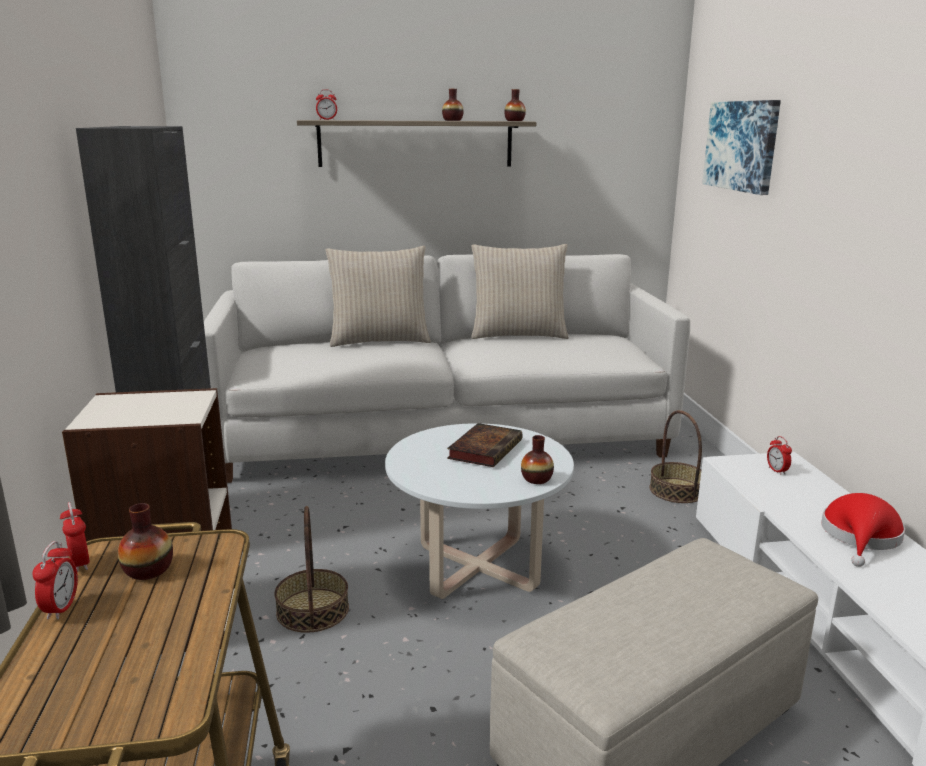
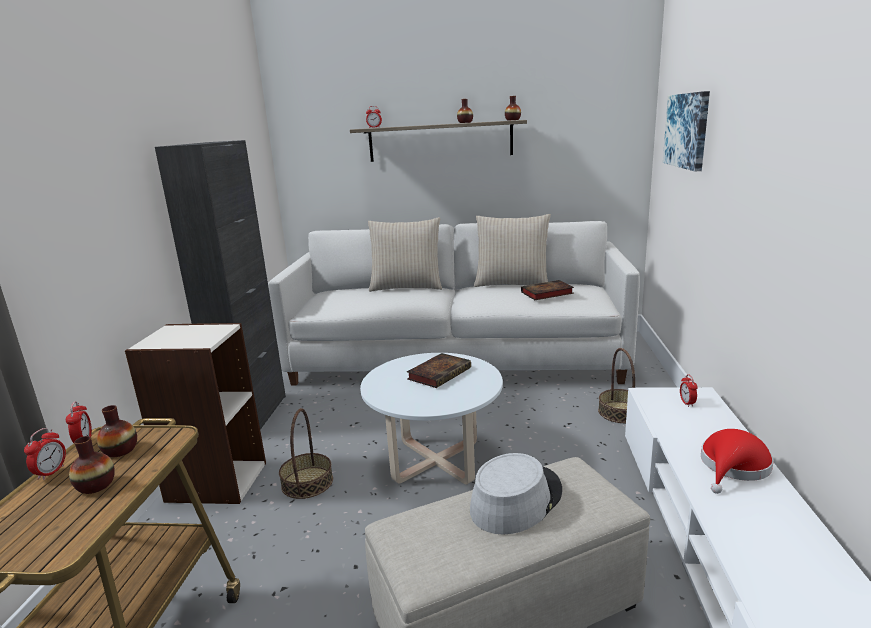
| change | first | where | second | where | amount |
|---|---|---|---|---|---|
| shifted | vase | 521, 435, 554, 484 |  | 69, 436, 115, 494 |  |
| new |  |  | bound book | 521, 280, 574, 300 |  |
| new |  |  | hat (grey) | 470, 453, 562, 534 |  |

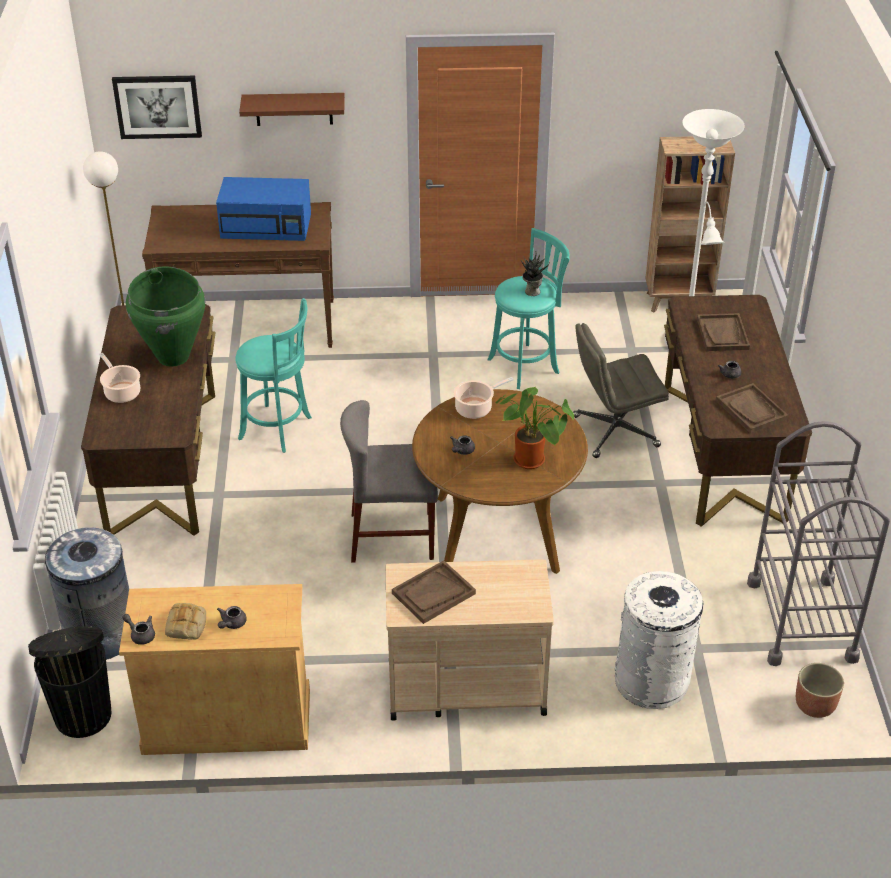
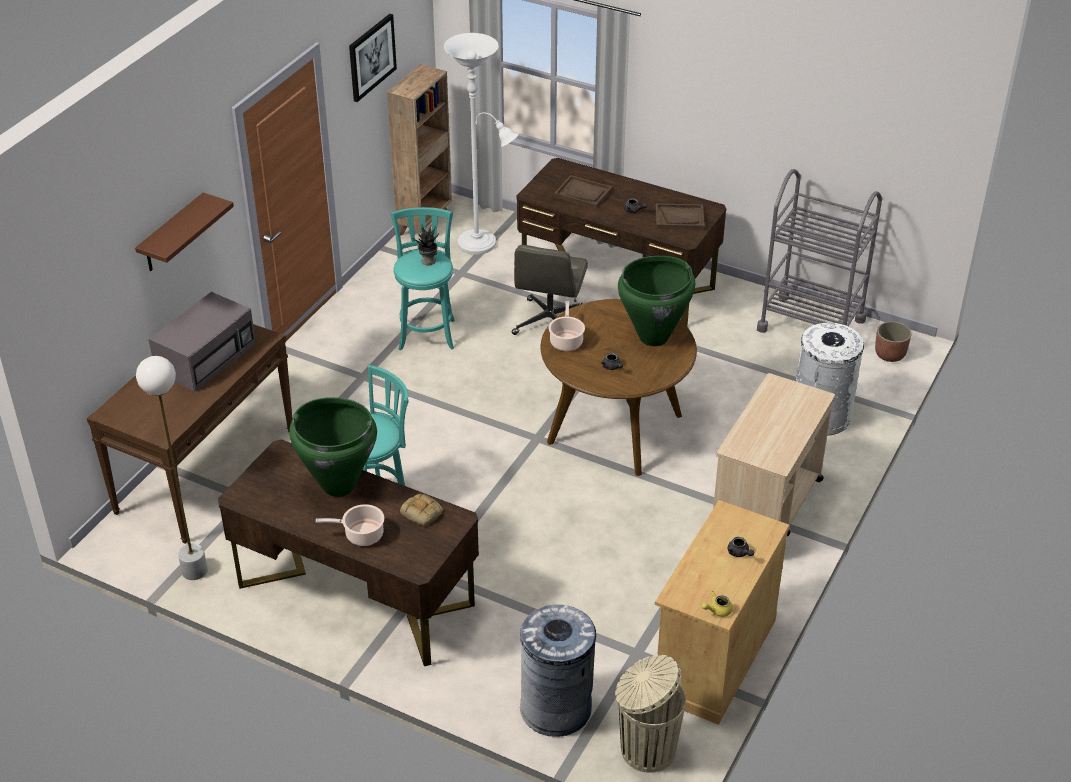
| change | first | where | second | where | amount |
|---|---|---|---|---|---|
| shifted | wall picture | 112, 76, 202, 139 |  | 349, 14, 397, 102 |  |
| repainted | kitchen microwave (blue) | 216, 177, 311, 241 | kitchen microwave (grey) | 149, 292, 256, 392 |  |
| swapped | houseplant | 496, 387, 574, 469 | vase (greenish) | 618, 256, 695, 346 |  |
| gone | upright chair (grey) | 340, 400, 438, 563 |  |  |  |
| gone | tray (brown) | 392, 560, 476, 624 |  |  |  |
| shifted | baked bread | 165, 603, 206, 640 |  | 400, 494, 443, 526 |  |
| repainted | teapot (grey) | 122, 614, 155, 645 | teapot (yellow-coloured) | 702, 591, 733, 617 |  |
| repainted | trash can (black) | 28, 626, 111, 738 | trash can (beige-coloured) | 615, 655, 686, 773 |  |

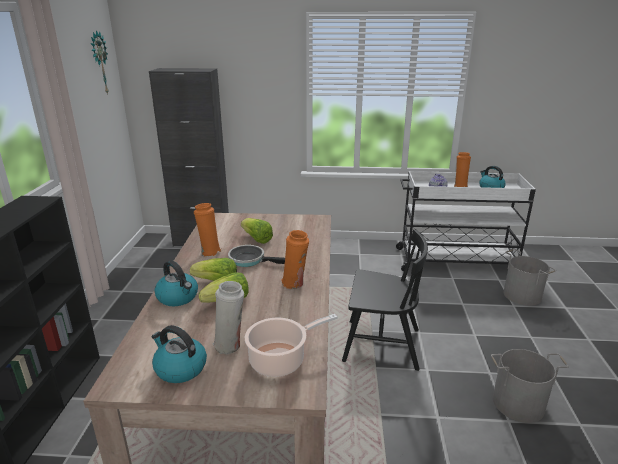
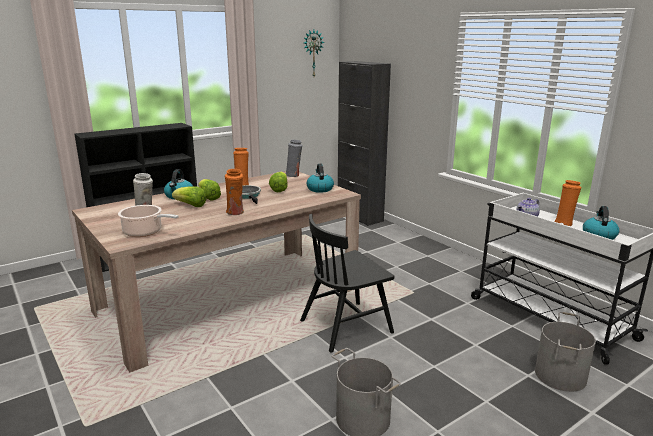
| change | first | where | second | where | amount |
|---|---|---|---|---|---|
| rotated | upright chair (black) | 342, 229, 428, 371 |  | 300, 214, 394, 352 | 90 degrees clockwise |
| shifted | water kettle | 152, 325, 207, 383 |  | 307, 164, 334, 193 |  |
| new |  |  | vase (grey) | 285, 140, 302, 177 |  |

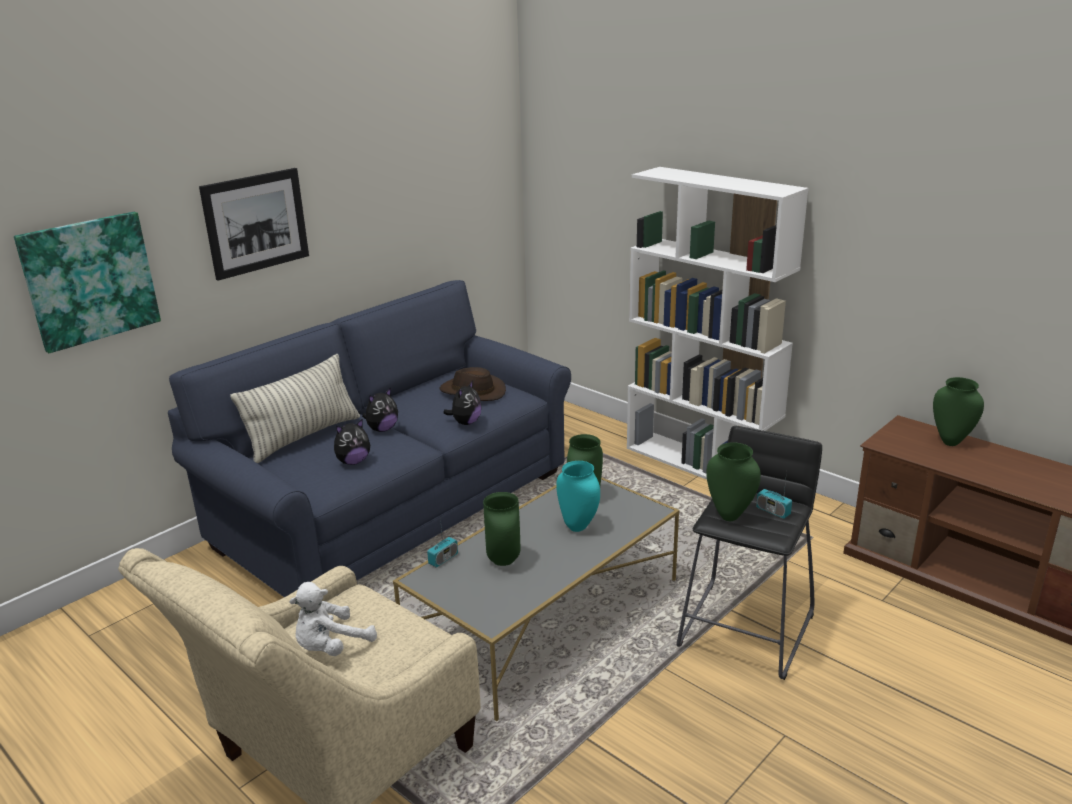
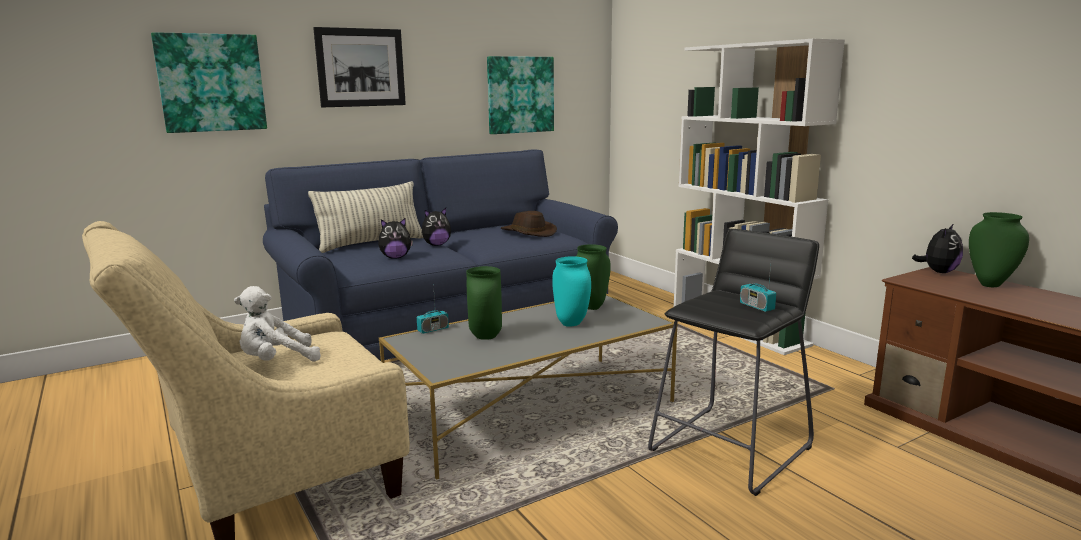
| change | first | where | second | where | amount |
|---|---|---|---|---|---|
| shifted | plush toy | 443, 380, 482, 425 |  | 912, 223, 963, 273 |  |
| gone | vase (greenish) | 706, 442, 761, 521 |  |  |  |
| new |  |  | wall picture | 487, 56, 554, 134 |  |

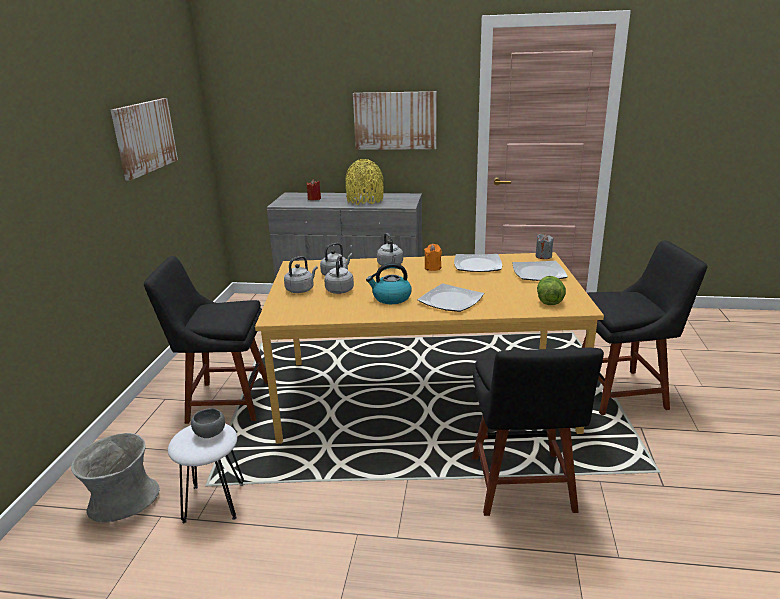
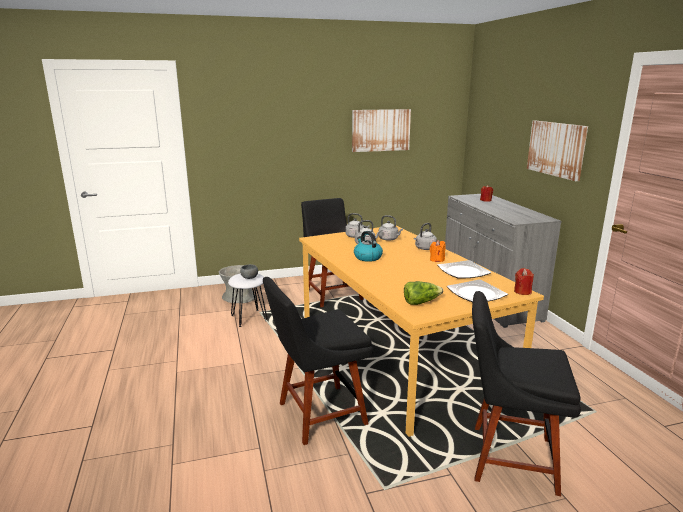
| change | first | where | second | where | amount |
|---|---|---|---|---|---|
| gone | vase (yellow-coloured) | 345, 159, 384, 205 |  |  |  |
| repainted | wax candle (grey) | 536, 234, 554, 259 | wax candle (reddish) | 514, 268, 534, 295 |  |
| rotated | upright chair (black) | 582, 240, 707, 415 |  | 472, 291, 581, 496 | 135 degrees clockwise |
| gone | plate | 417, 284, 484, 312 |  |  |  |

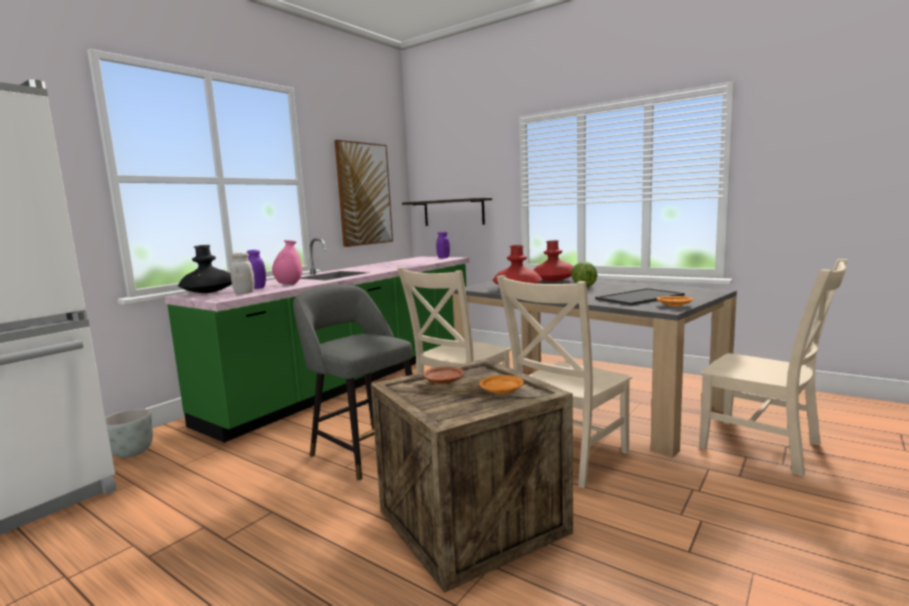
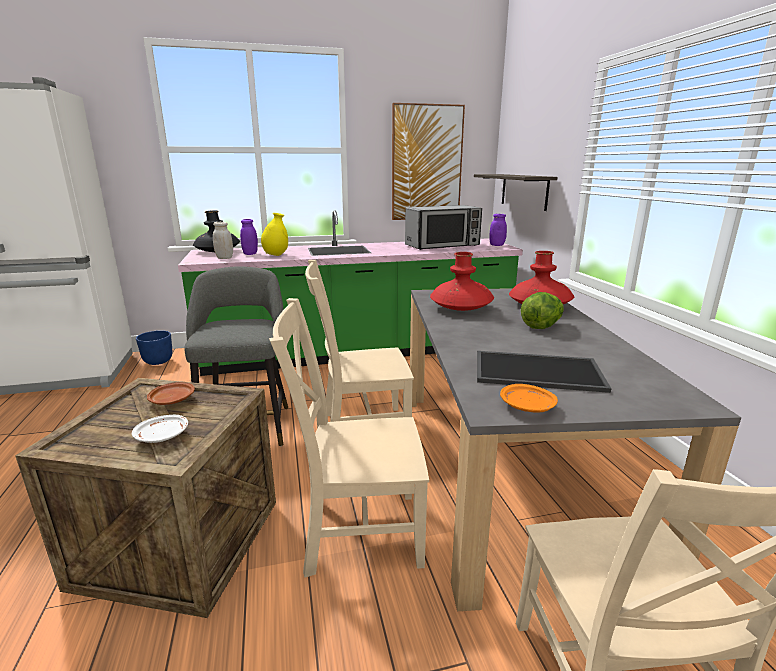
| change | first | where | second | where | amount |
|---|---|---|---|---|---|
| repainted | vase (pink) | 272, 240, 302, 285 | vase (yellow-coloured) | 261, 213, 288, 256 |  |
| repainted | plate (orange-coloured) | 479, 375, 524, 394 | plate (white-coloured) | 132, 415, 188, 443 |  |
| repainted | plant pot (grey) | 105, 409, 153, 458 | plant pot (blue) | 136, 330, 172, 365 |  |
| new |  |  | kitchen microwave | 405, 205, 482, 250 |  |

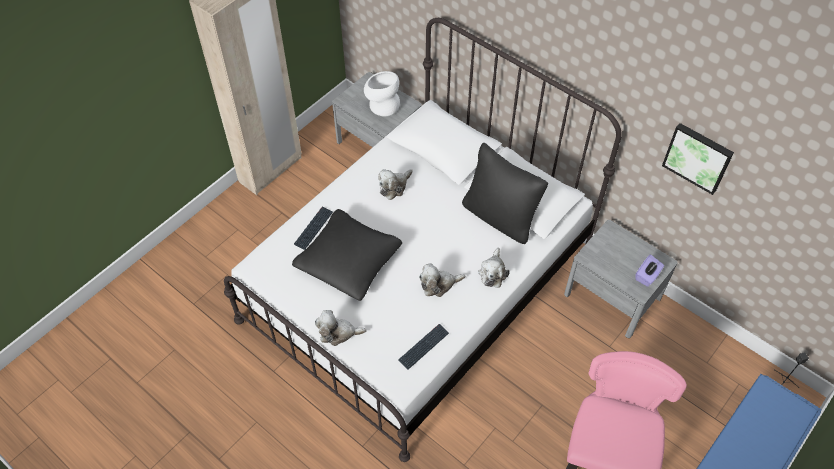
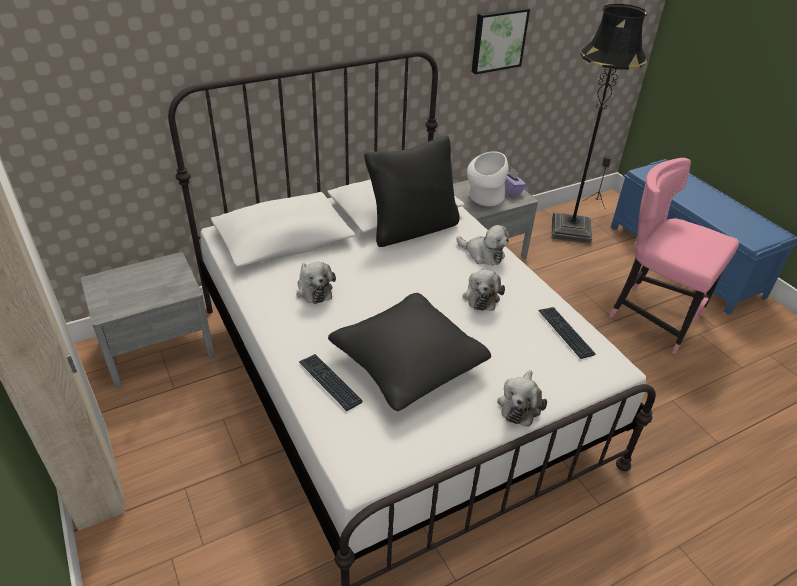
| change | first | where | second | where | amount |
|---|---|---|---|---|---|
| shifted | vase (white-coloured) | 364, 71, 400, 117 |  | 467, 151, 509, 206 |  |
| new |  |  | standing lamp (black) | 552, 4, 648, 244 |  |

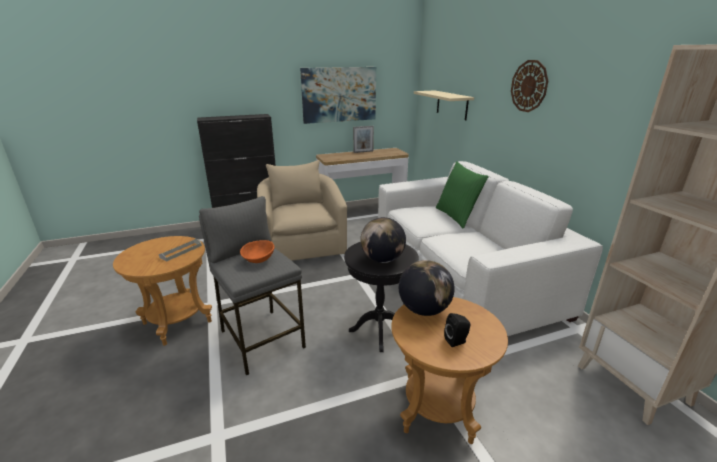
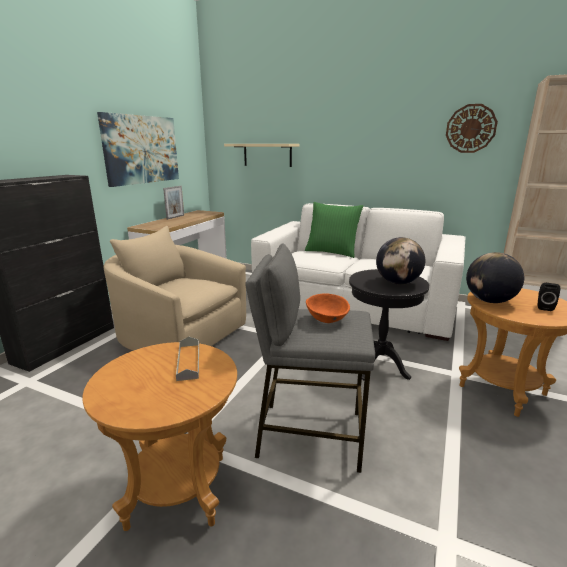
| change | first | where | second | where | amount |
|---|---|---|---|---|---|
| shifted | wall clock | 511, 60, 548, 112 |  | 446, 104, 498, 153 |  |

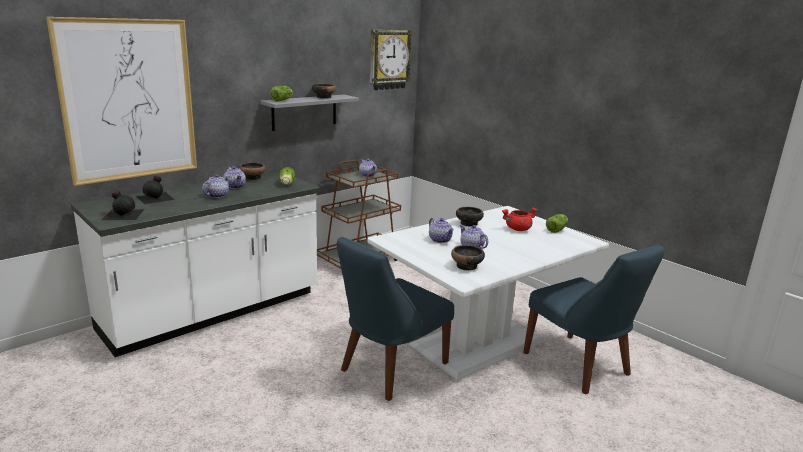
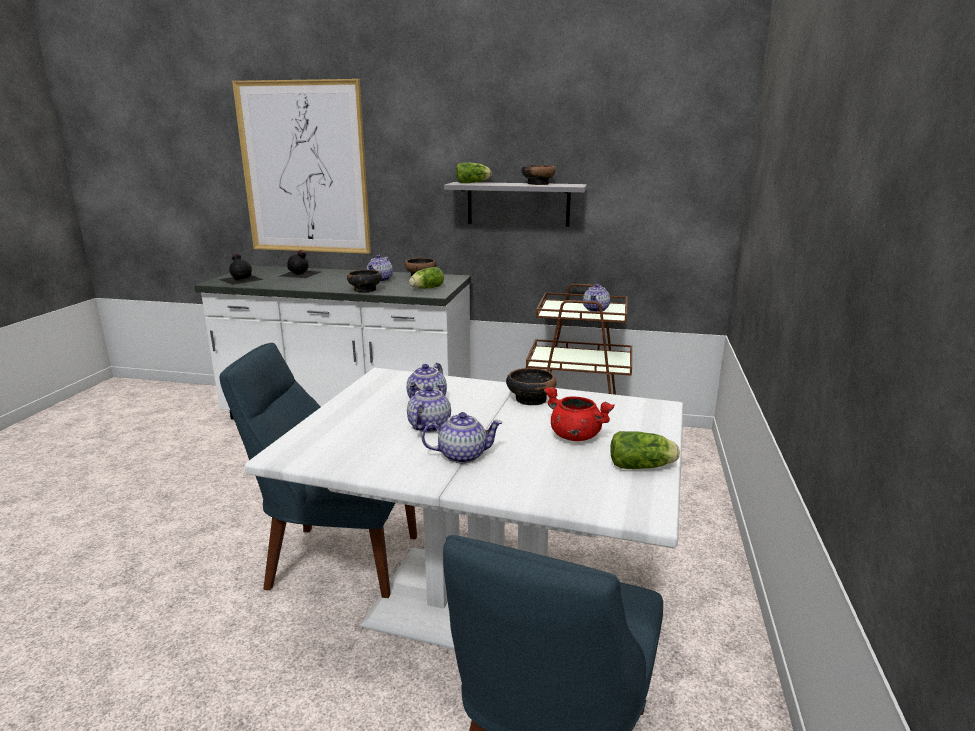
| change | first | where | second | where | amount |
|---|---|---|---|---|---|
| gone | wall clock | 370, 30, 413, 90 |  |  |  |
| shifted | teapot | 202, 174, 230, 198 |  | 422, 412, 503, 464 |  |
| shifted | bowl | 451, 245, 485, 270 |  | 347, 270, 382, 293 |  |

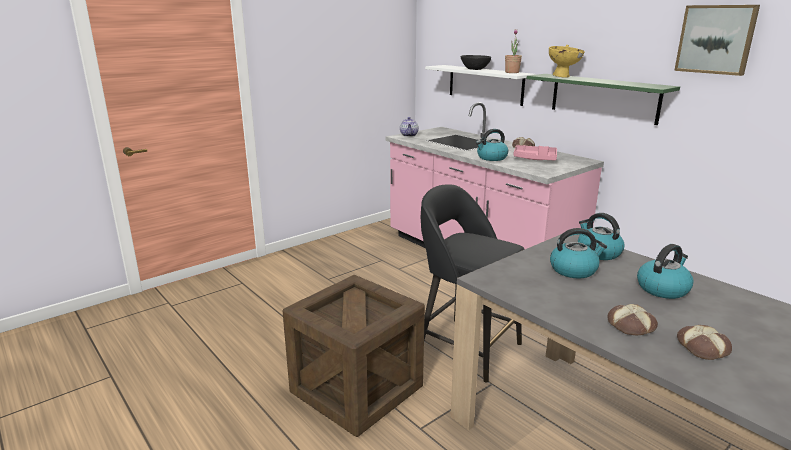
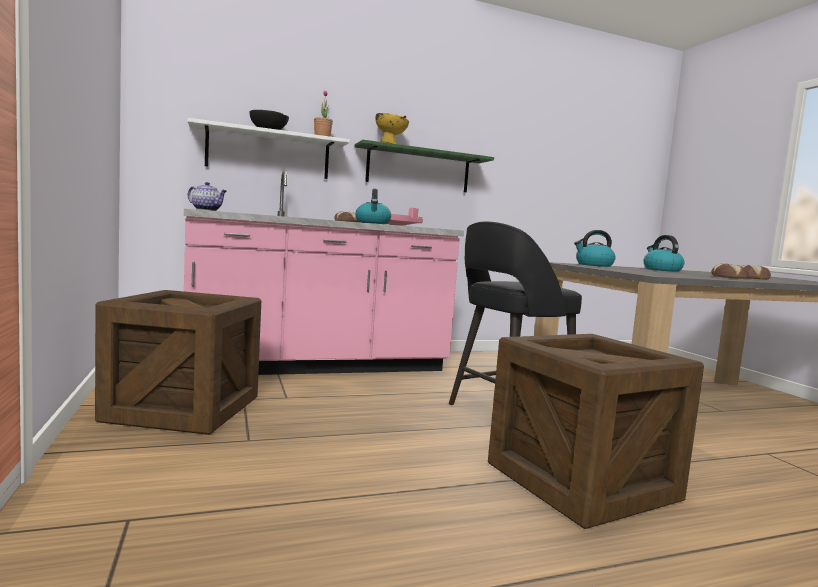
| change | first | where | second | where | amount |
|---|---|---|---|---|---|
| gone | wall picture | 674, 5, 760, 76 |  |  |  |
| gone | water kettle | 550, 228, 607, 279 |  |  |  |
| new |  |  | packing crate | 95, 290, 261, 435 |  |

